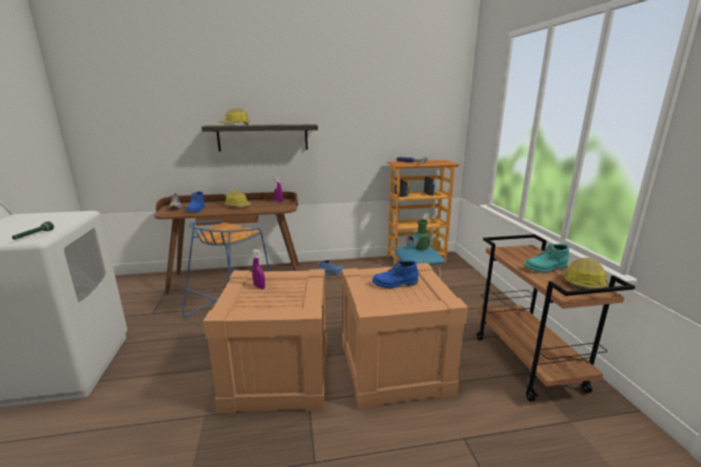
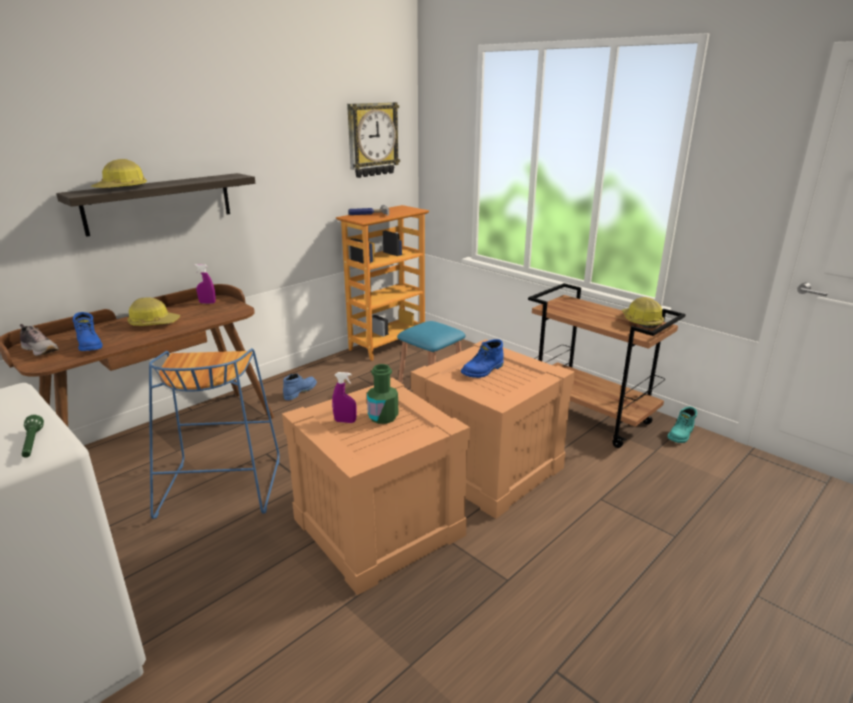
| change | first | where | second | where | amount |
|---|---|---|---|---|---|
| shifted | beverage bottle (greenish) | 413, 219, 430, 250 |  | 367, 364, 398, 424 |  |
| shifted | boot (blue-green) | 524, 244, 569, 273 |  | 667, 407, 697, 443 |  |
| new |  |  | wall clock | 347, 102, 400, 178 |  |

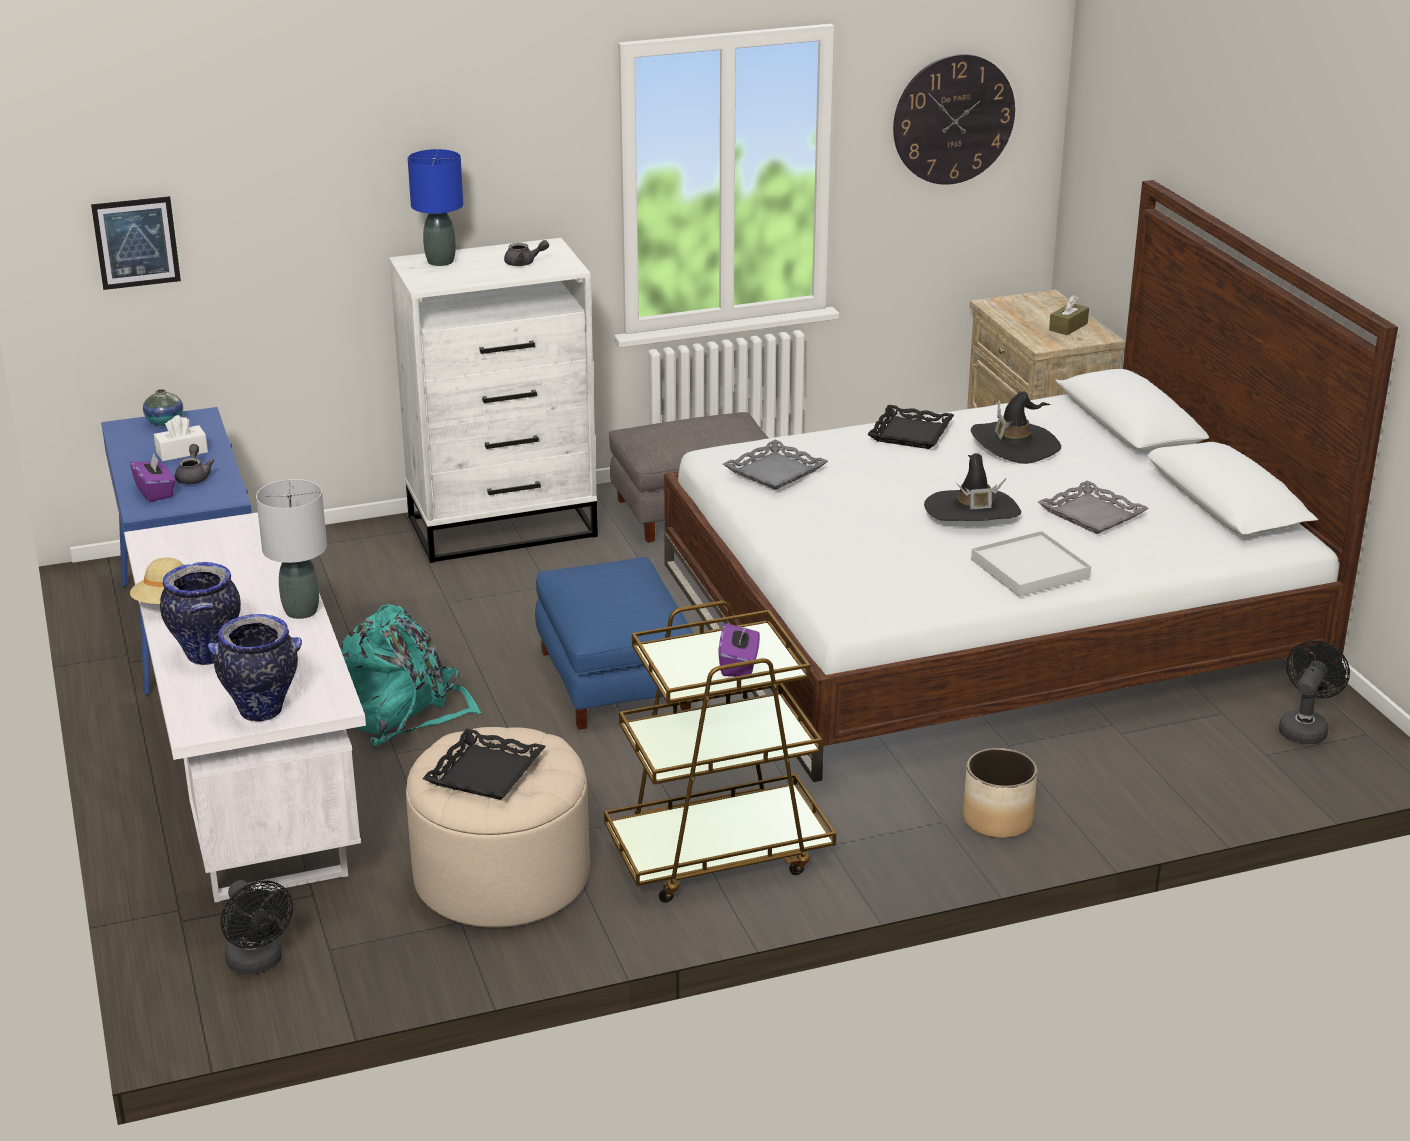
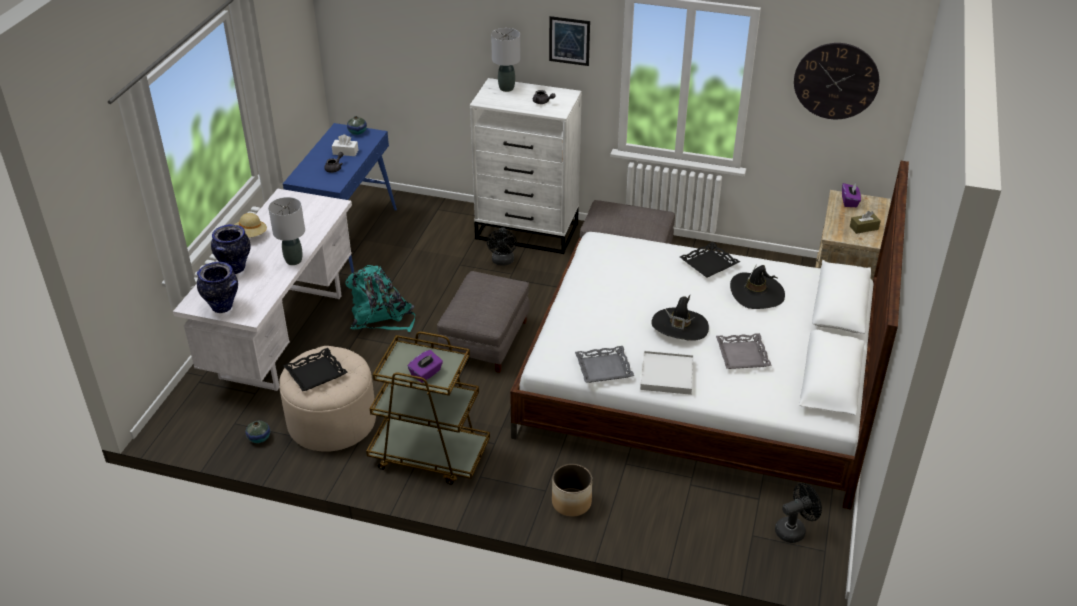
| change | first | where | second | where | amount |
|---|---|---|---|---|---|
| repainted | table lamp (blue) | 408, 149, 463, 266 | table lamp (grey) | 491, 28, 520, 92 |  |
| shifted | wall picture | 91, 196, 181, 290 |  | 549, 16, 590, 66 |  |
| shifted | tray (grey) | 723, 440, 828, 490 |  | 575, 346, 634, 383 |  |
| shifted | tissue holder (purple-coloured) | 130, 452, 175, 502 |  | 842, 183, 861, 207 |  |
| repainted | ottoman (blue) | 535, 557, 693, 730 | ottoman (grey) | 437, 271, 530, 373 |  |
| shifted | cooling fan (black) | 220, 880, 293, 974 |  | 487, 228, 517, 266 |  |
| new |  |  | vase | 246, 421, 270, 443 |  |

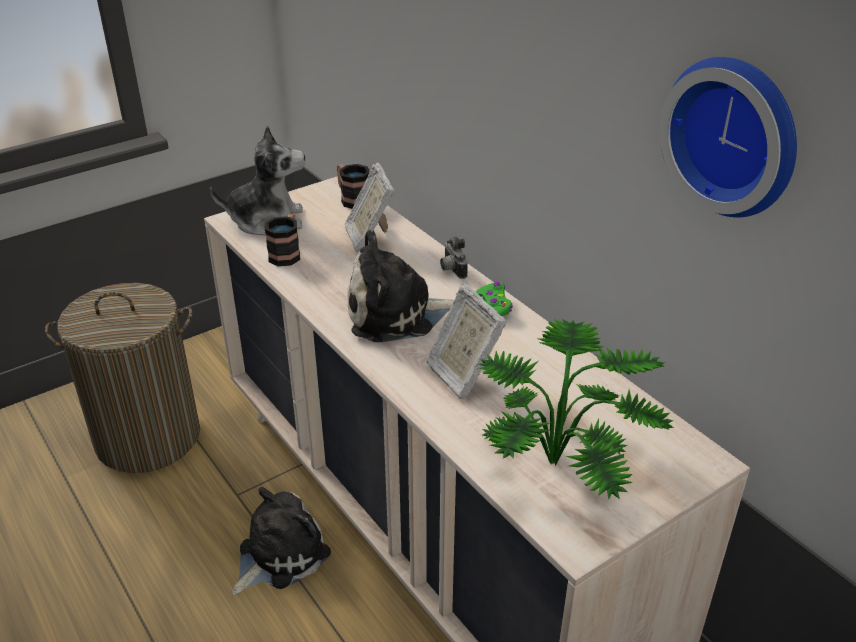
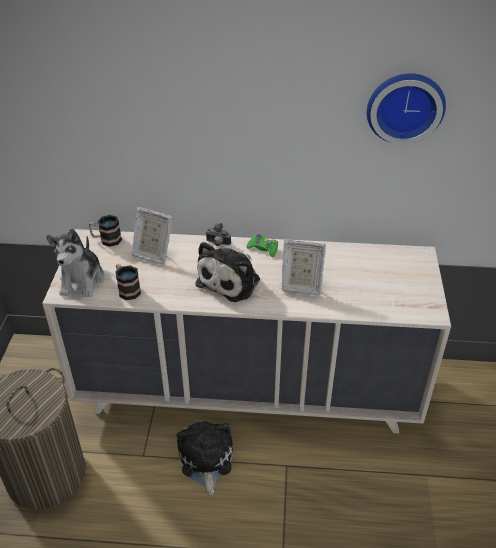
| change | first | where | second | where | amount |
|---|---|---|---|---|---|
| rotated | plush toy | 210, 125, 305, 236 |  | 46, 229, 105, 297 | 150 degrees clockwise |
| gone | houseplant | 478, 318, 674, 499 |  |  |  |

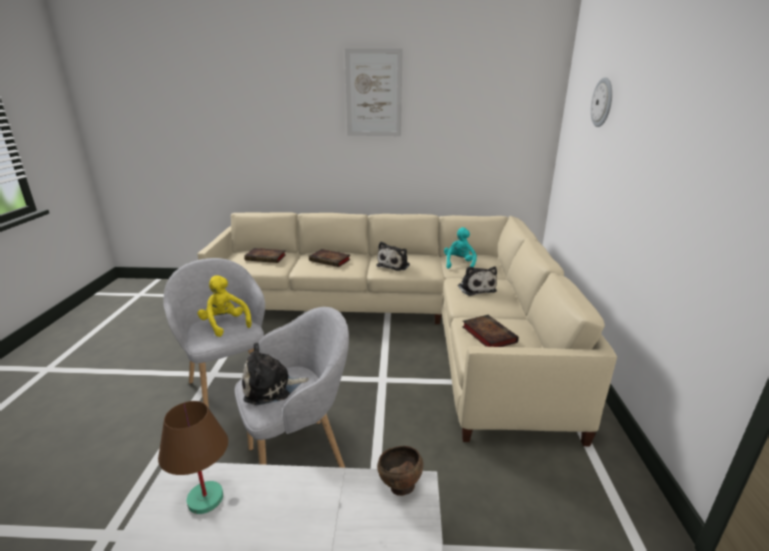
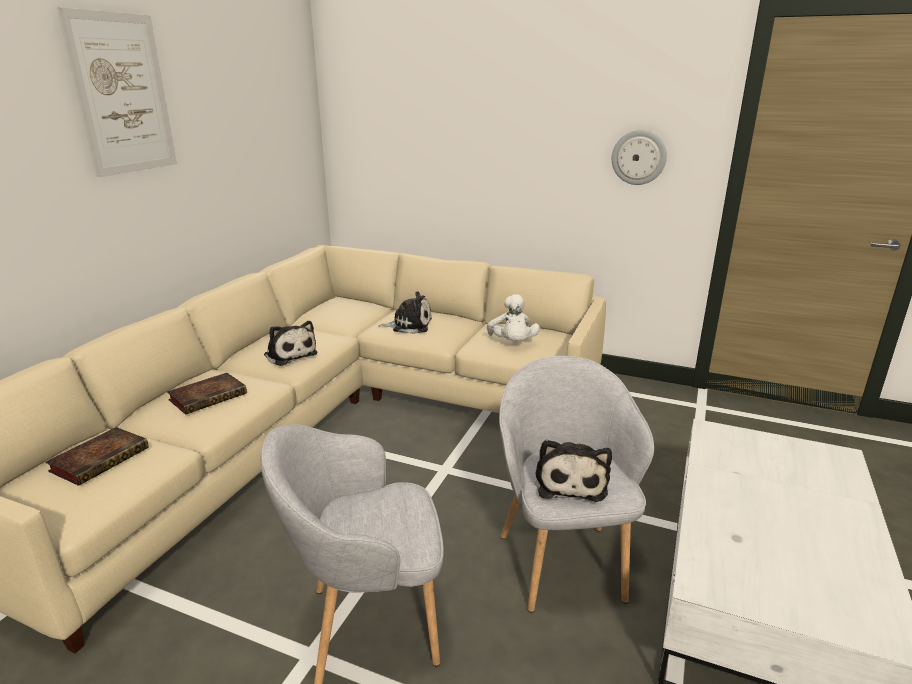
| change | first | where | second | where | amount |
|---|---|---|---|---|---|
| shifted | wall clock | 591, 77, 612, 127 |  | 612, 130, 667, 185 |  |
| gone | plush toy (blue-green) | 444, 227, 477, 269 |  |  |  |
| gone | plush toy (yellow-coloured) | 198, 275, 252, 337 |  |  |  |
| swapped | bound book | 462, 315, 519, 347 | plush toy (white-coloured) | 487, 294, 540, 341 |  |
| gone | table lamp (brown) | 158, 401, 228, 514 |  |  |  |
| gone | bowl (brown) | 377, 446, 423, 496 |  |  |  |

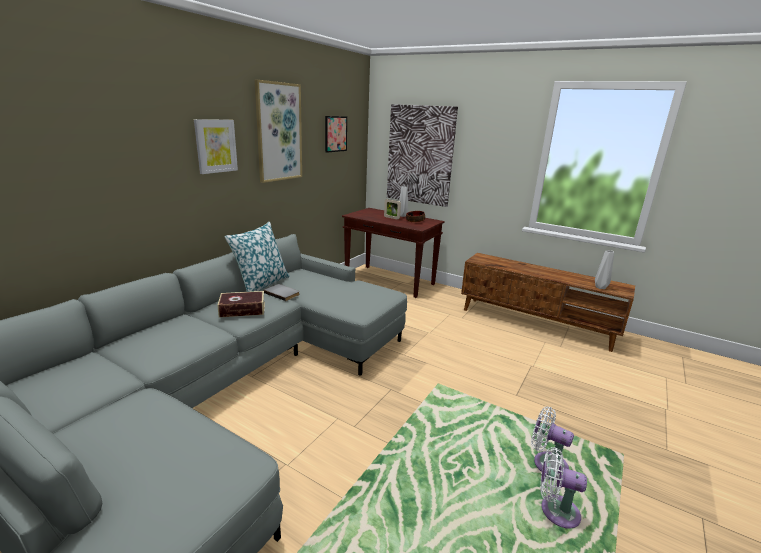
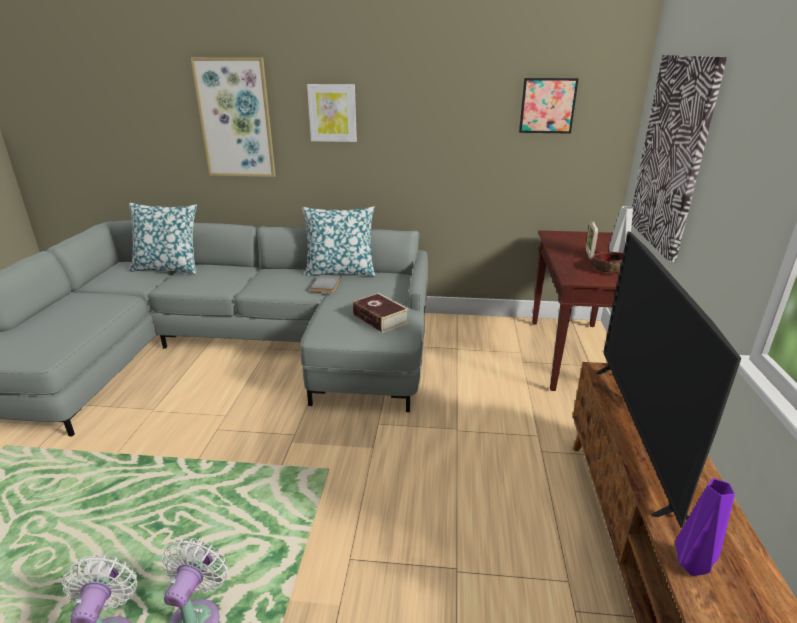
| change | first | where | second | where | amount |
|---|---|---|---|---|---|
| shifted | wall picture | 255, 80, 302, 183 |  | 190, 57, 276, 177 |  |
| repainted | vase (grey) | 595, 250, 614, 289 | vase (purple-coloured) | 675, 478, 735, 576 |  |
| shifted | bound book | 217, 291, 265, 318 |  | 352, 293, 409, 333 |  |
| new |  |  | throw pillow | 129, 203, 197, 275 |  |
| new |  |  | TV set | 596, 231, 741, 528 |  |

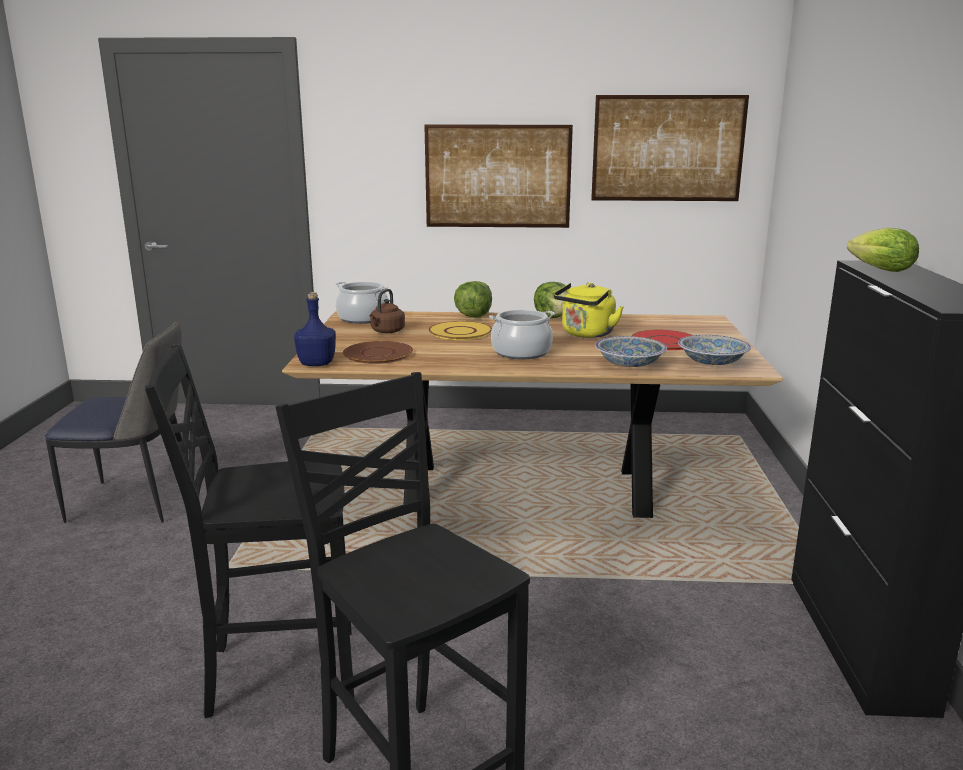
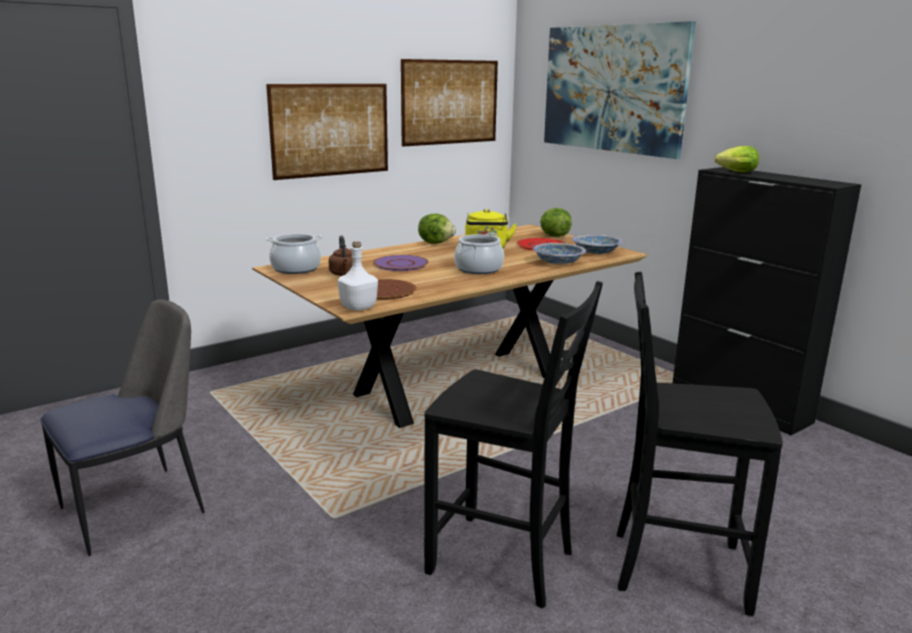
| change | first | where | second | where | amount |
|---|---|---|---|---|---|
| shifted | head of lettuce | 454, 281, 492, 317 |  | 540, 208, 571, 237 |  |
| repainted | beverage bottle (blue) | 294, 292, 336, 366 | beverage bottle (white-coloured) | 337, 241, 378, 311 |  |
| repainted | plate (yellow-coloured) | 429, 321, 492, 340 | plate (purple-coloured) | 373, 255, 429, 271 |  |
| rotated | upright chair (black) | 145, 343, 354, 718 |  | 424, 281, 603, 609 | 105 degrees counterclockwise |
| new |  |  | wall picture | 544, 21, 696, 159 |  |

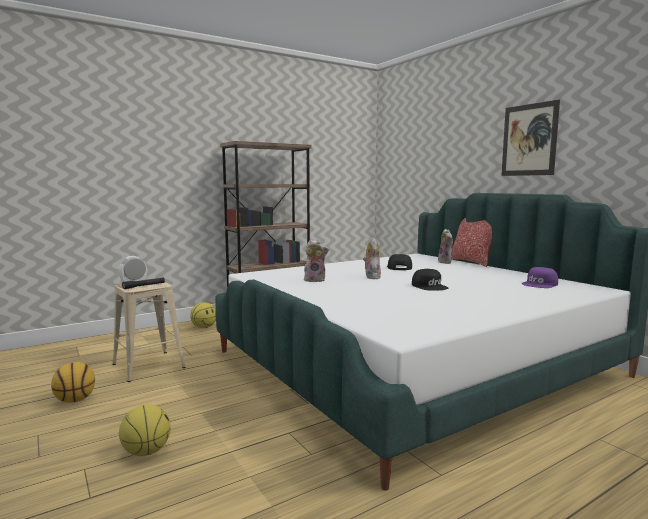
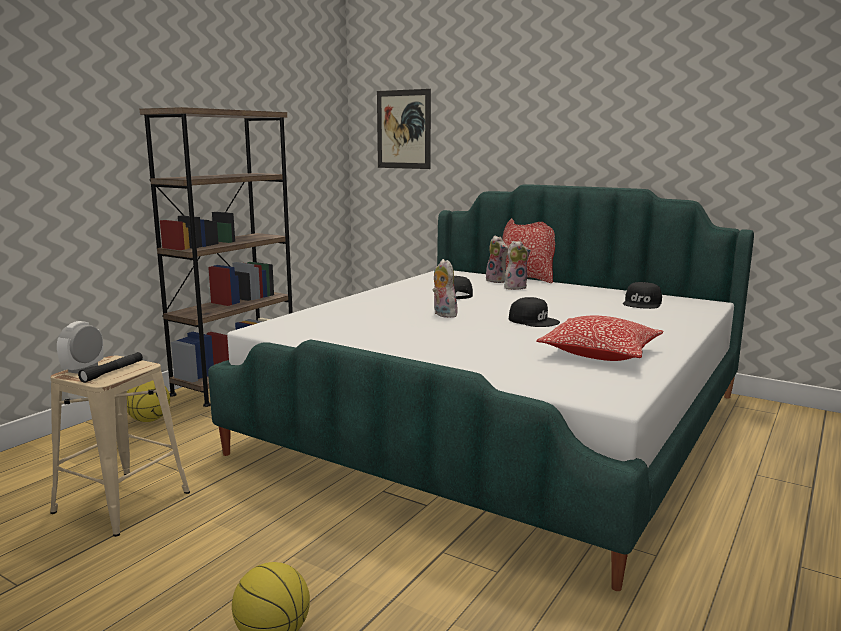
| change | first | where | second | where | amount |
|---|---|---|---|---|---|
| shifted | wall picture | 501, 100, 560, 176 |  | 377, 89, 431, 169 |  |
| shifted | plush toy | 304, 240, 329, 282 |  | 504, 241, 531, 290 |  |
| repainted | baseball cap (purple-coloured) | 522, 267, 558, 288 | baseball cap (black) | 623, 282, 662, 309 |  |
| gone | basketball | 51, 362, 95, 403 |  |  |  |
| new |  |  | throw pillow | 536, 316, 664, 361 |  |

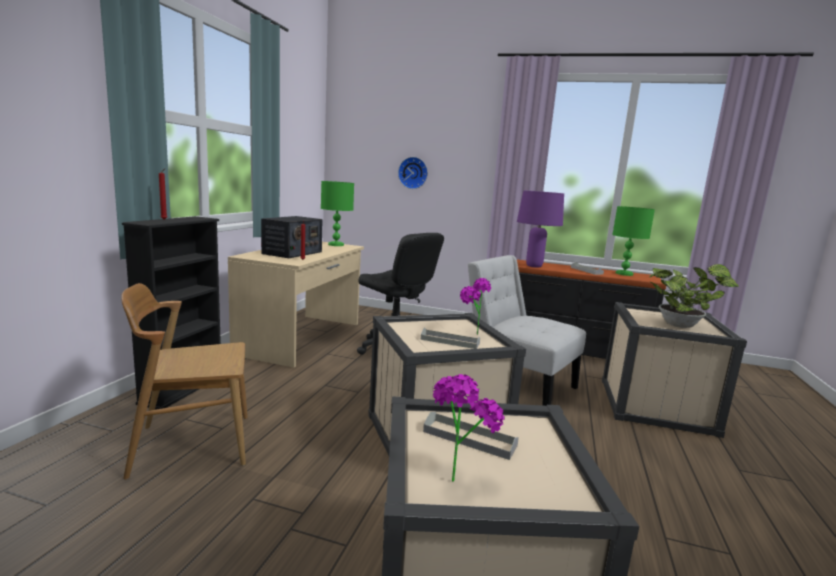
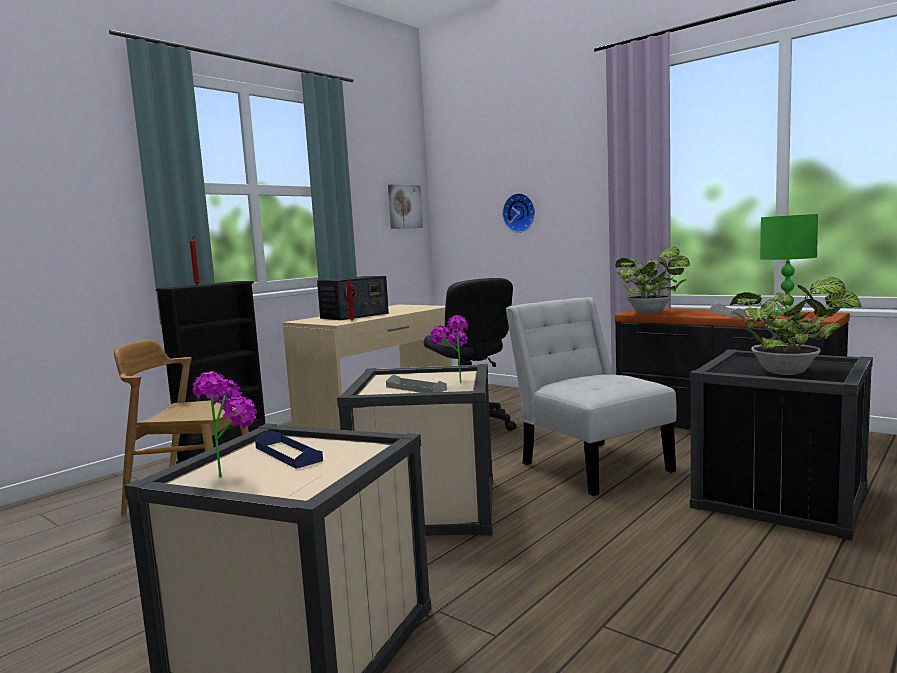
| change | first | where | second | where | amount |
|---|---|---|---|---|---|
| gone | table lamp (greenish) | 321, 181, 354, 246 |  |  |  |
| swapped | table lamp (purple-coloured) | 517, 191, 564, 268 | houseplant | 615, 247, 690, 314 |  |
| repainted | storage container (beige-coloured) | 602, 302, 747, 438 | storage container (black) | 690, 349, 873, 540 |  |
| repainted | tray (grey) | 423, 412, 519, 460 | tray (blue) | 255, 430, 323, 469 |  |
| new |  |  | wall picture | 388, 184, 423, 229 |  |

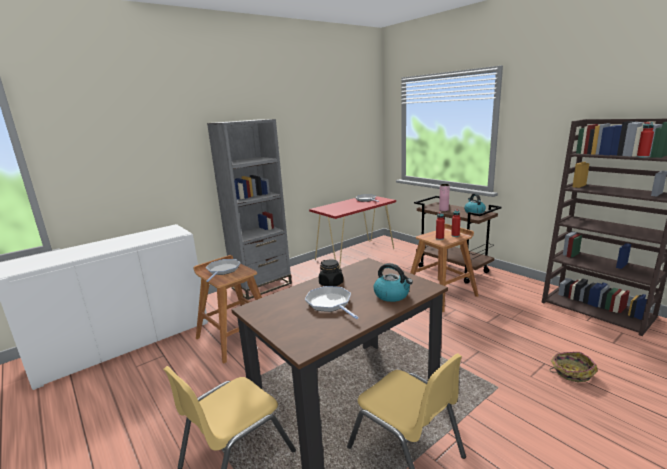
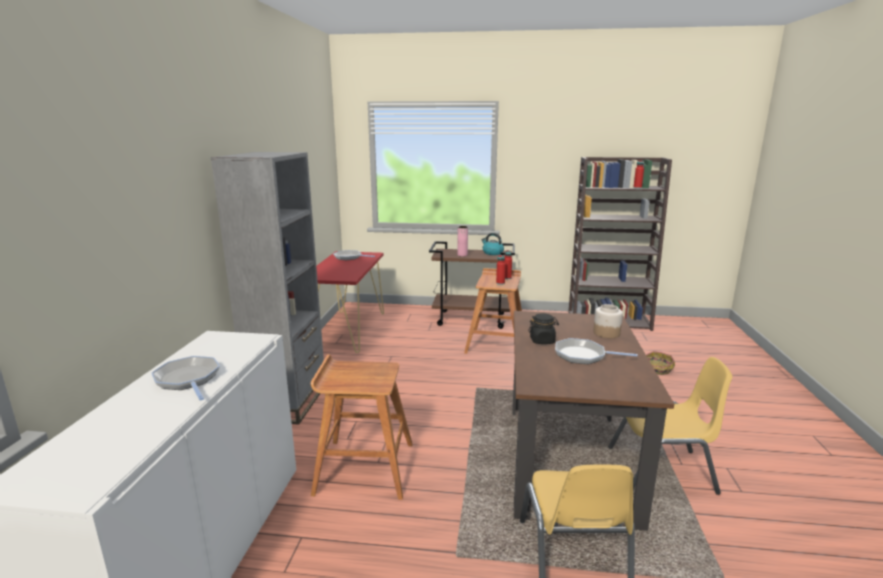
| change | first | where | second | where | amount |
|---|---|---|---|---|---|
| shifted | pan | 206, 259, 241, 282 |  | 152, 356, 220, 400 |  |
| swapped | water kettle | 373, 263, 413, 302 | jar | 593, 304, 623, 338 |  |

